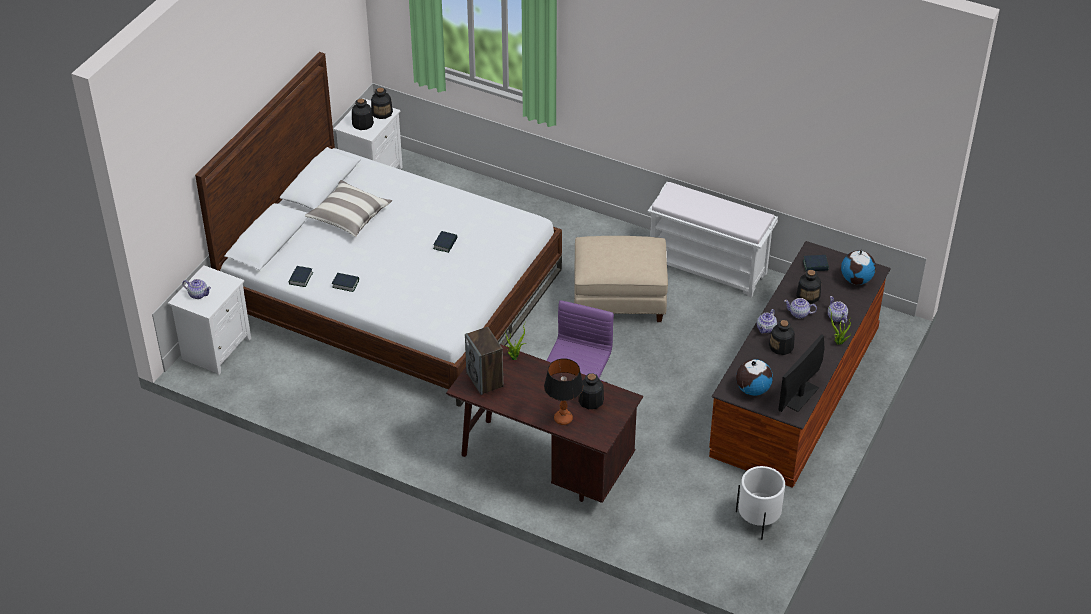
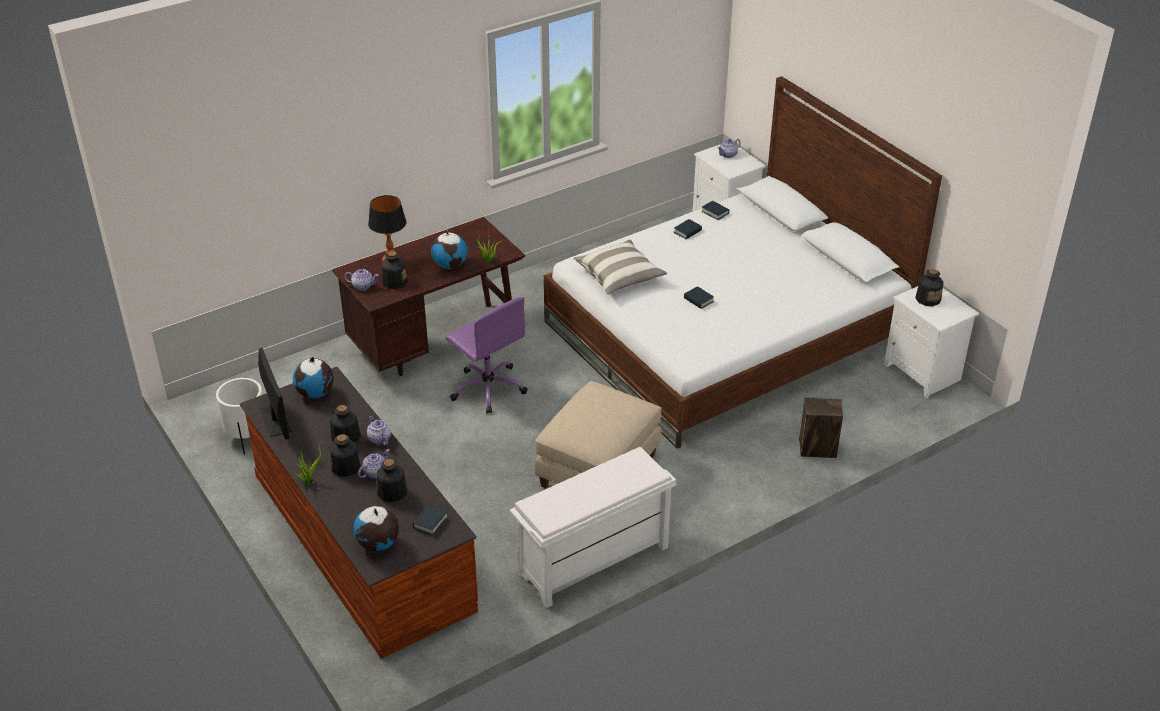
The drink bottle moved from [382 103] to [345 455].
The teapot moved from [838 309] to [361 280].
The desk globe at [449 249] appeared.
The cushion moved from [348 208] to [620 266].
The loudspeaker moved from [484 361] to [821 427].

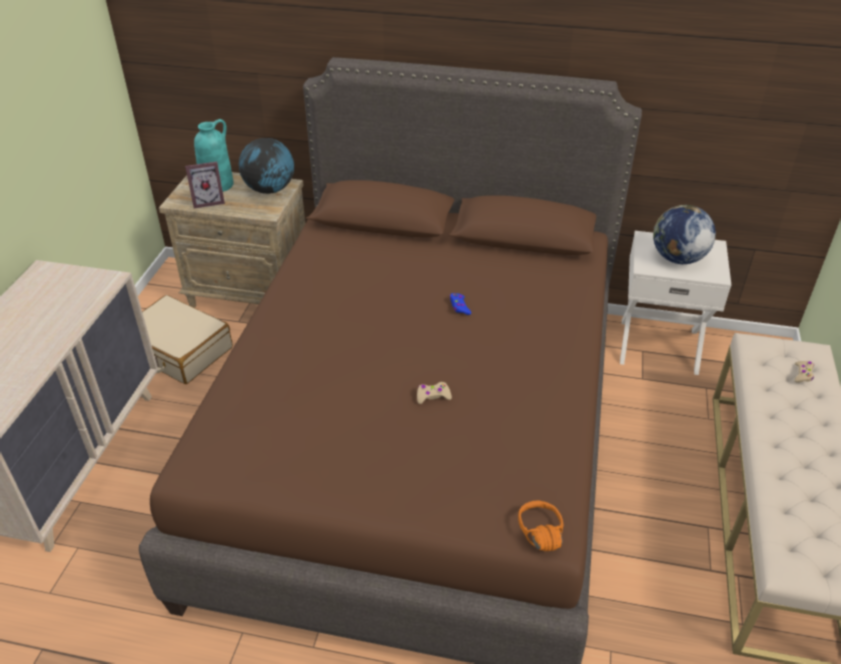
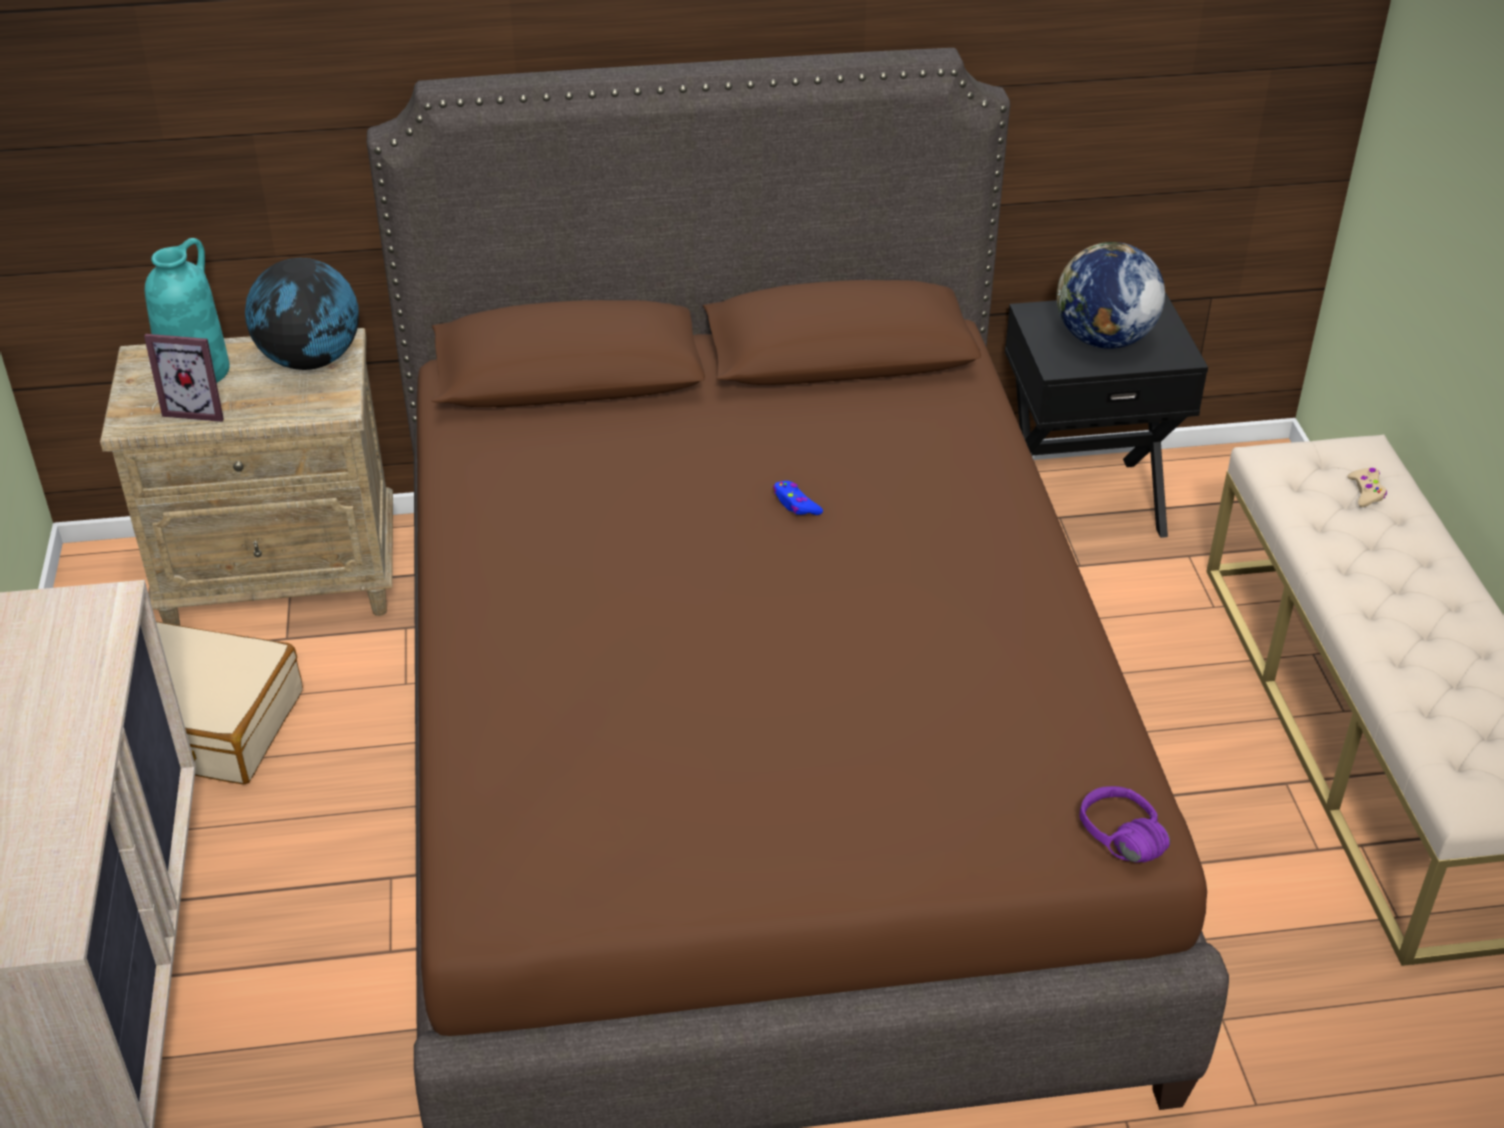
The photo frame at [205 185] turned 45 degrees clockwise.
The nightstand in white at [675 303] became the nightstand in black-coloured at [1106 415].
The headset in orangey at [540 526] became the headset in purplish at [1124 824].
The gamepad in beige-coloured at [434 393] disappeared.

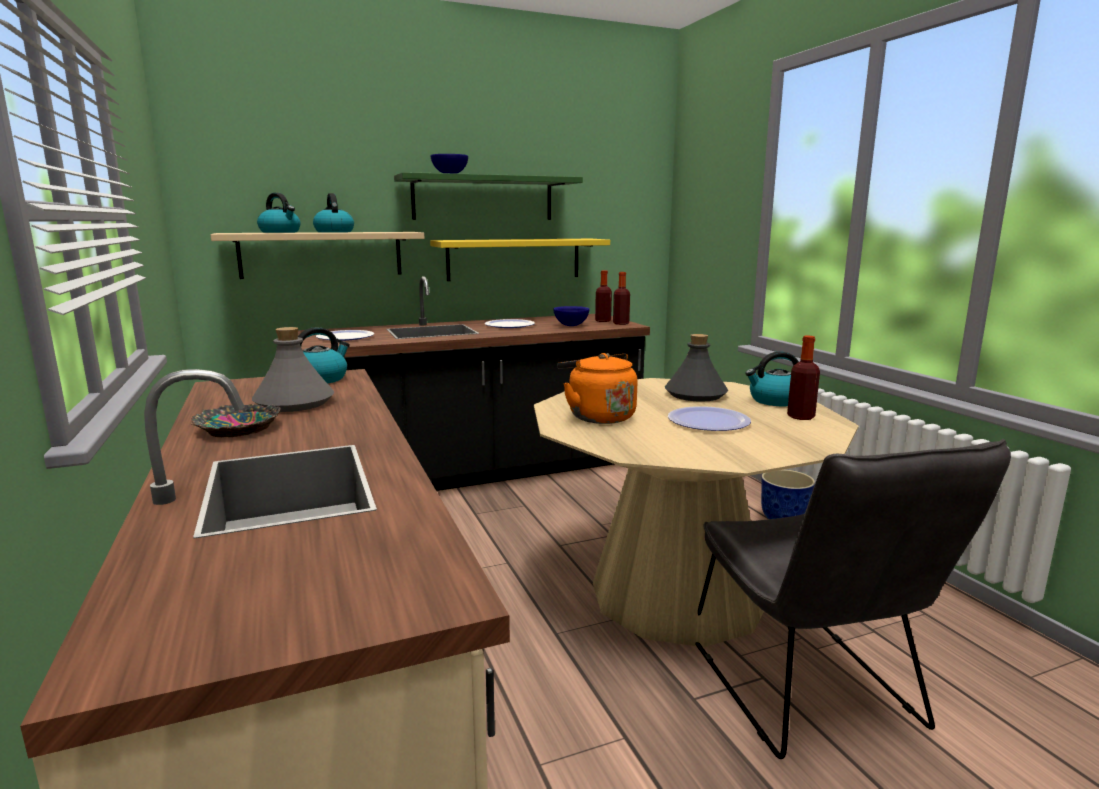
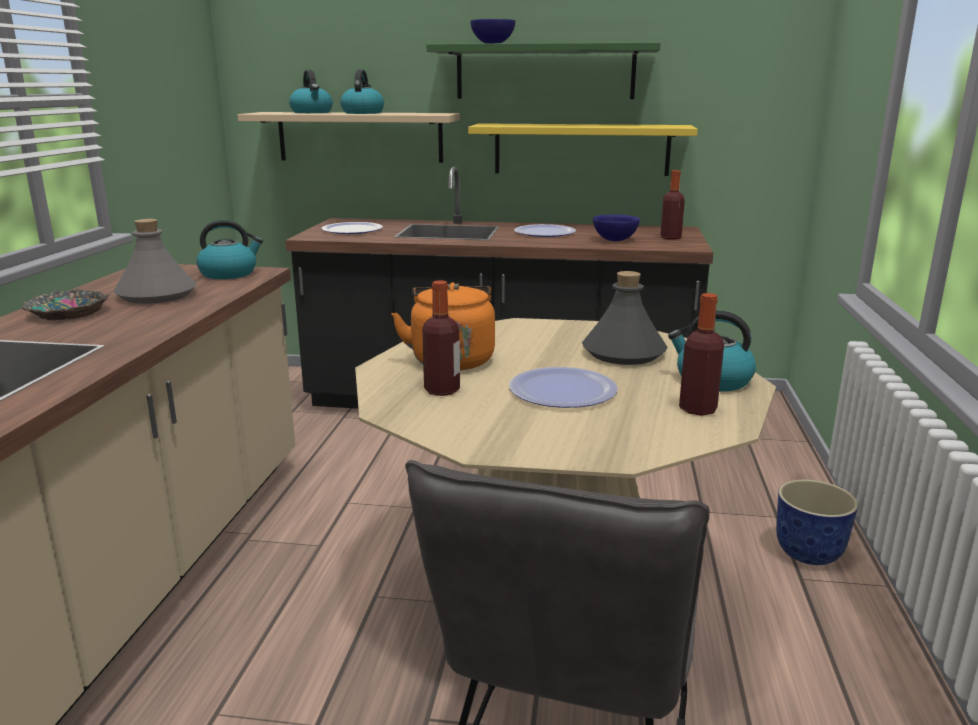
The drink bottle moved from [621 298] to [441 338].

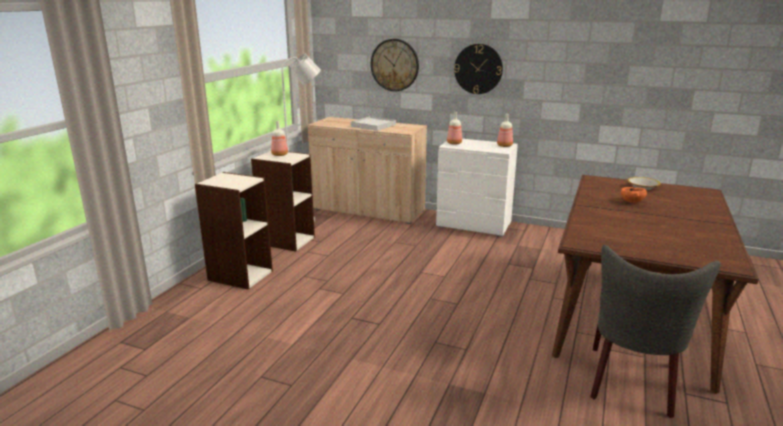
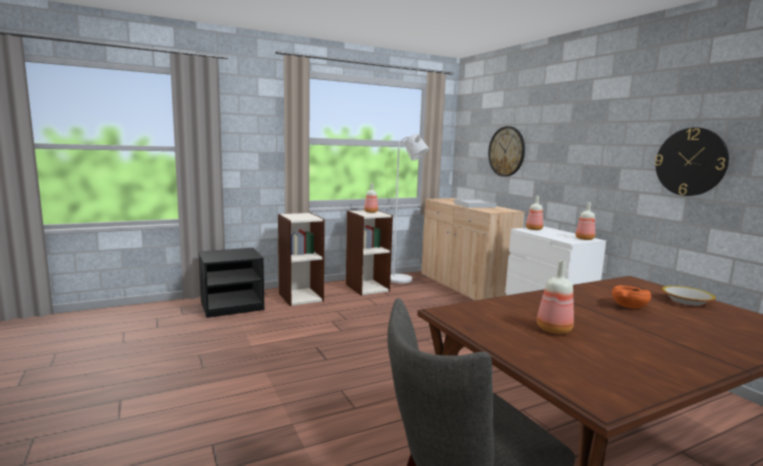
The nightstand in black-coloured at [231 283] appeared.
The drink bottle at [555 297] appeared.
The hanging clock moved from [478 69] to [692 161].

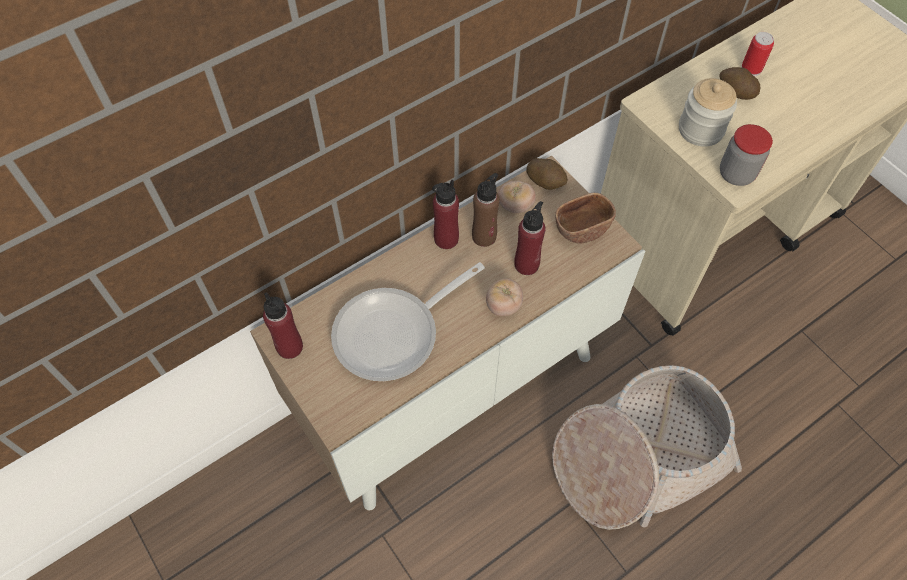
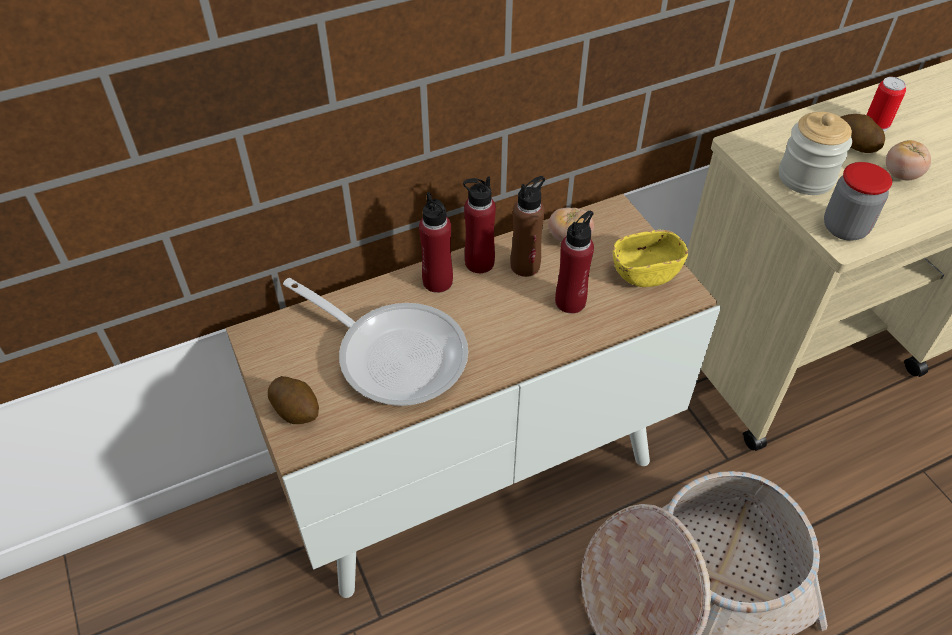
The potato moved from [547 174] to [293 400].
The frying pan at [408 321] turned 120 degrees counterclockwise.
The drink bottle in red-coloured moved from [283 325] to [436 242].
The deep dish in brown at [585 218] became the deep dish in yellowish at [650 258].
The fresh tomato moved from [504 297] to [908 160].

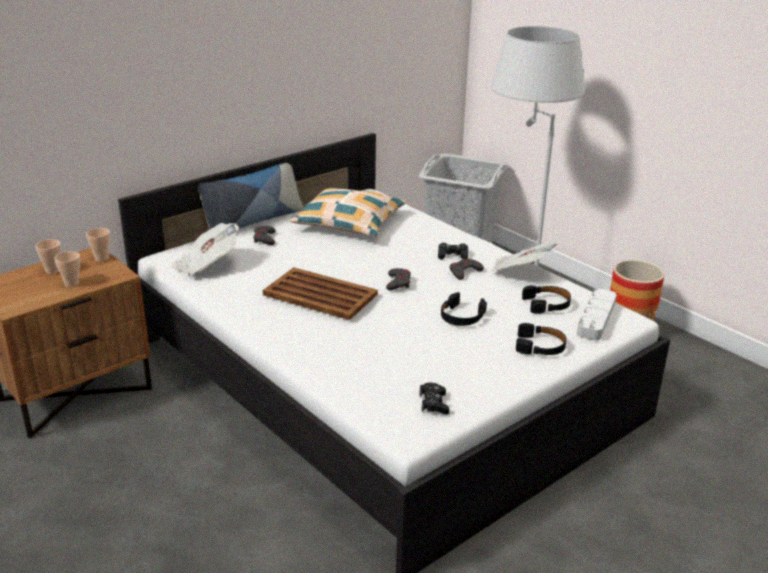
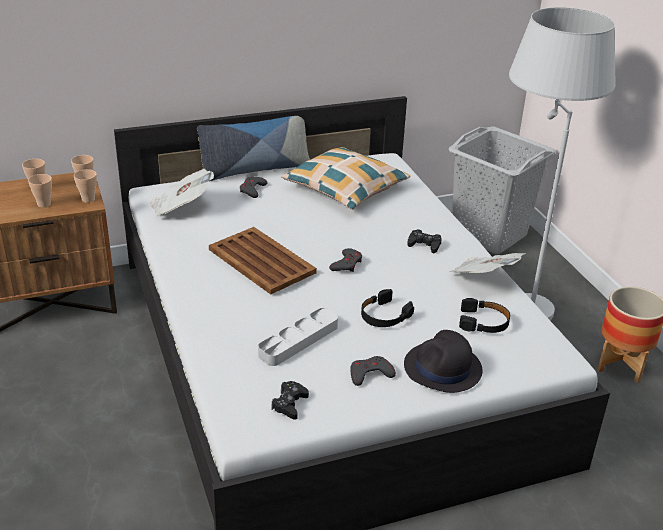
The drinking cup at [85 186] appeared.
The tray in greyish moved from [597 314] to [298 337].
The gamepad in greyish moved from [466 269] to [373 371].
The headset in black-coloured at [541 339] was replaced by the clothing hat in black-coloured at [443 361].

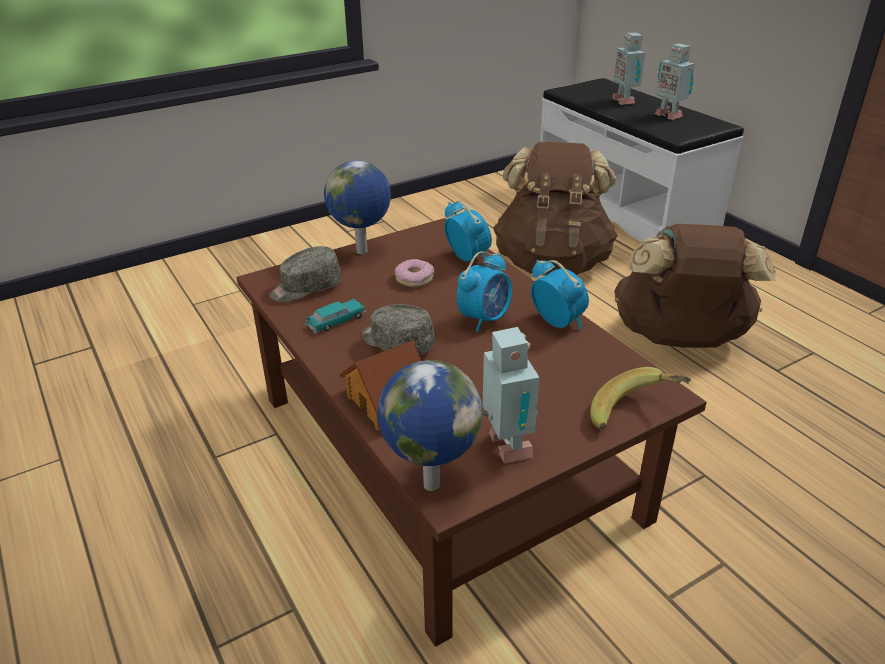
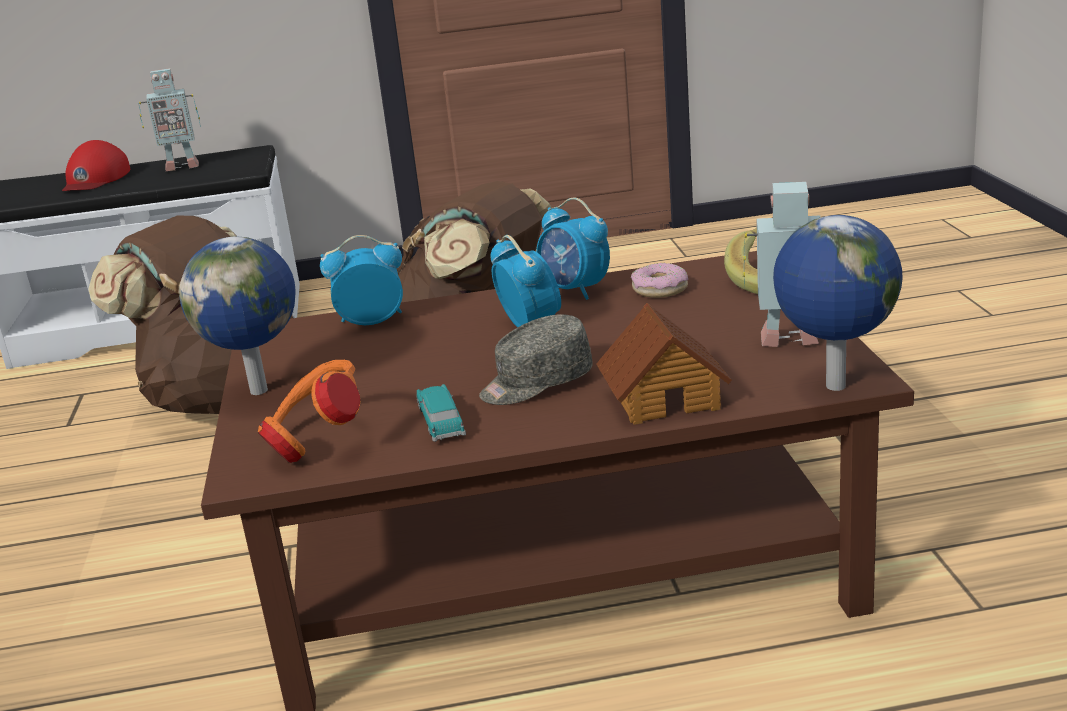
The robot figure at [628 69] was replaced by the cap in red-coloured at [96 165].
The cap in greyish at [306 274] was replaced by the headset in orangey at [309 411].
The table clock at [560 295] turned 120 degrees counterclockwise.
The ring doughnut moved from [414 273] to [659 280].

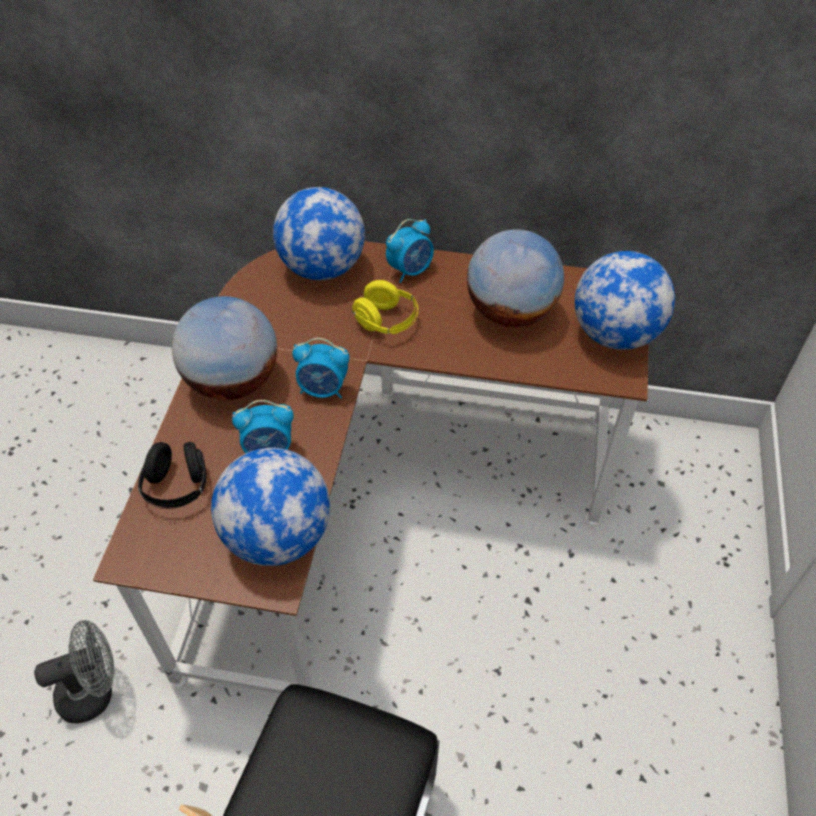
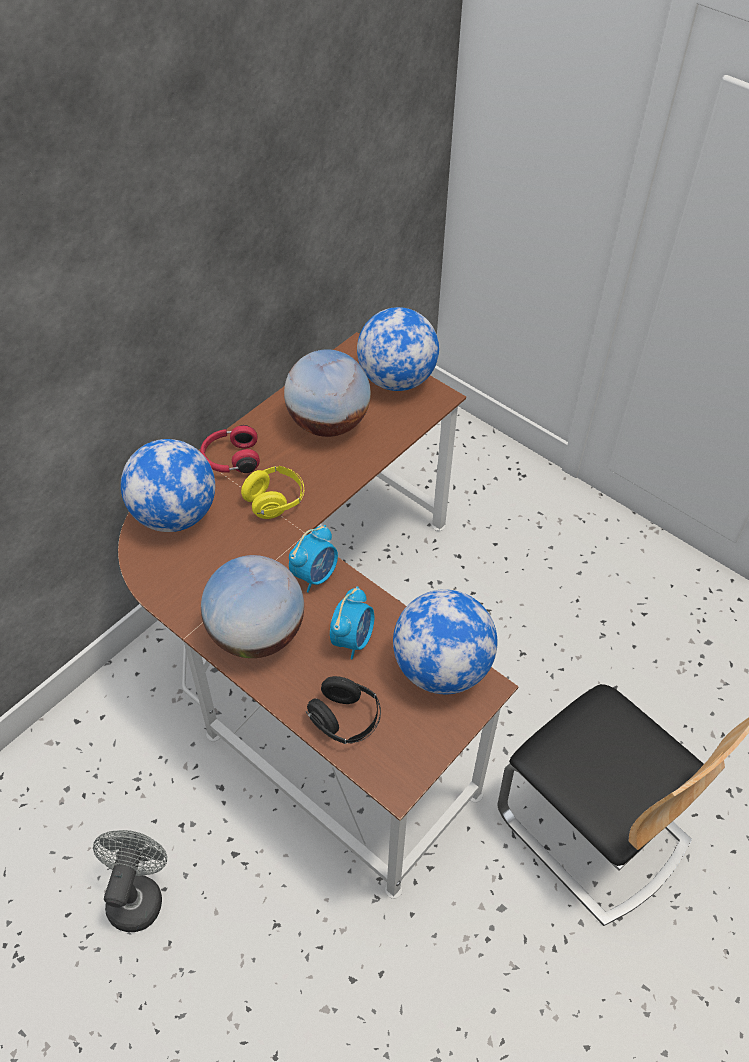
The fan in greyish moved from [74 672] to [130 881].
The table clock at [410 251] was replaced by the headset in red-coloured at [230 449].

